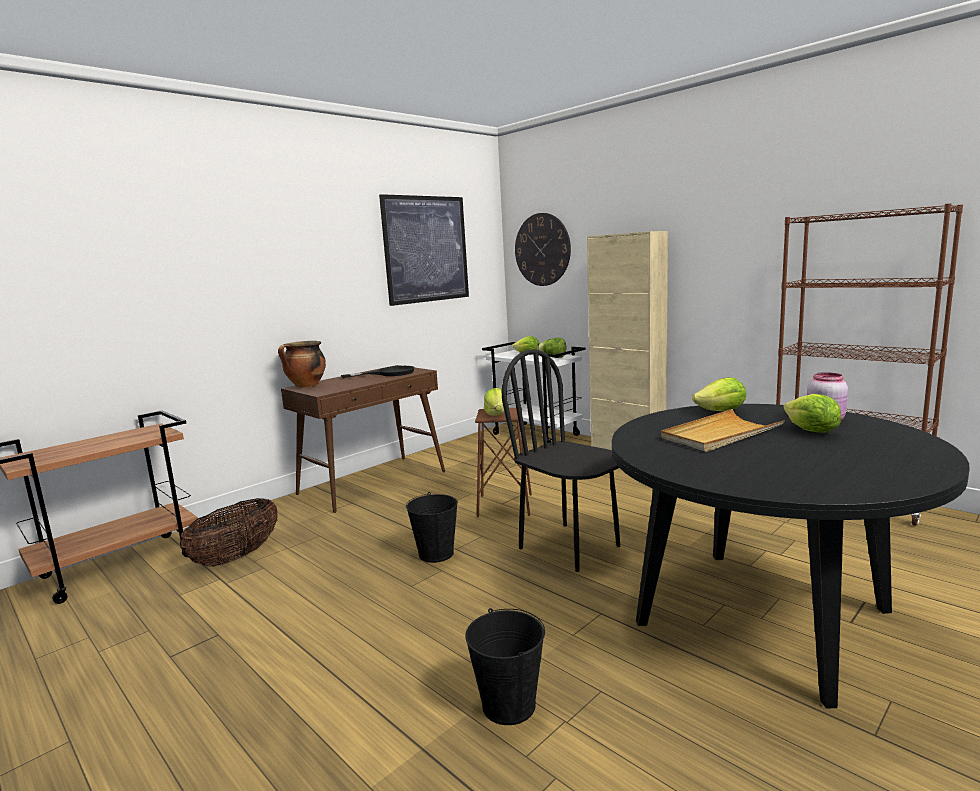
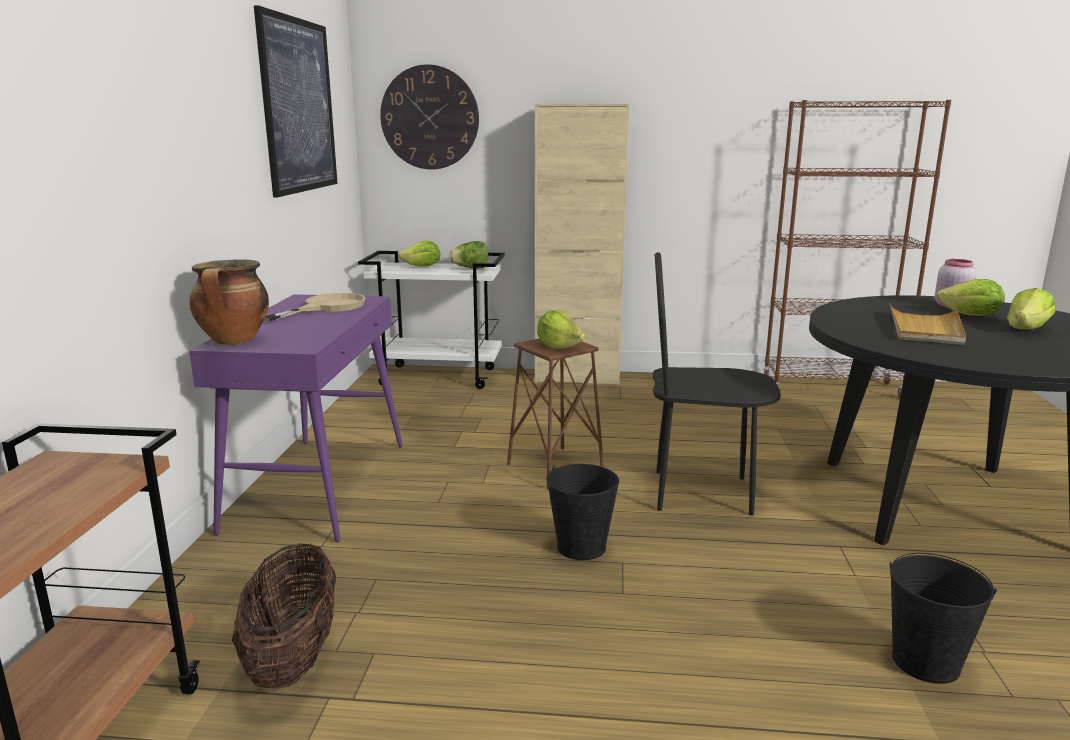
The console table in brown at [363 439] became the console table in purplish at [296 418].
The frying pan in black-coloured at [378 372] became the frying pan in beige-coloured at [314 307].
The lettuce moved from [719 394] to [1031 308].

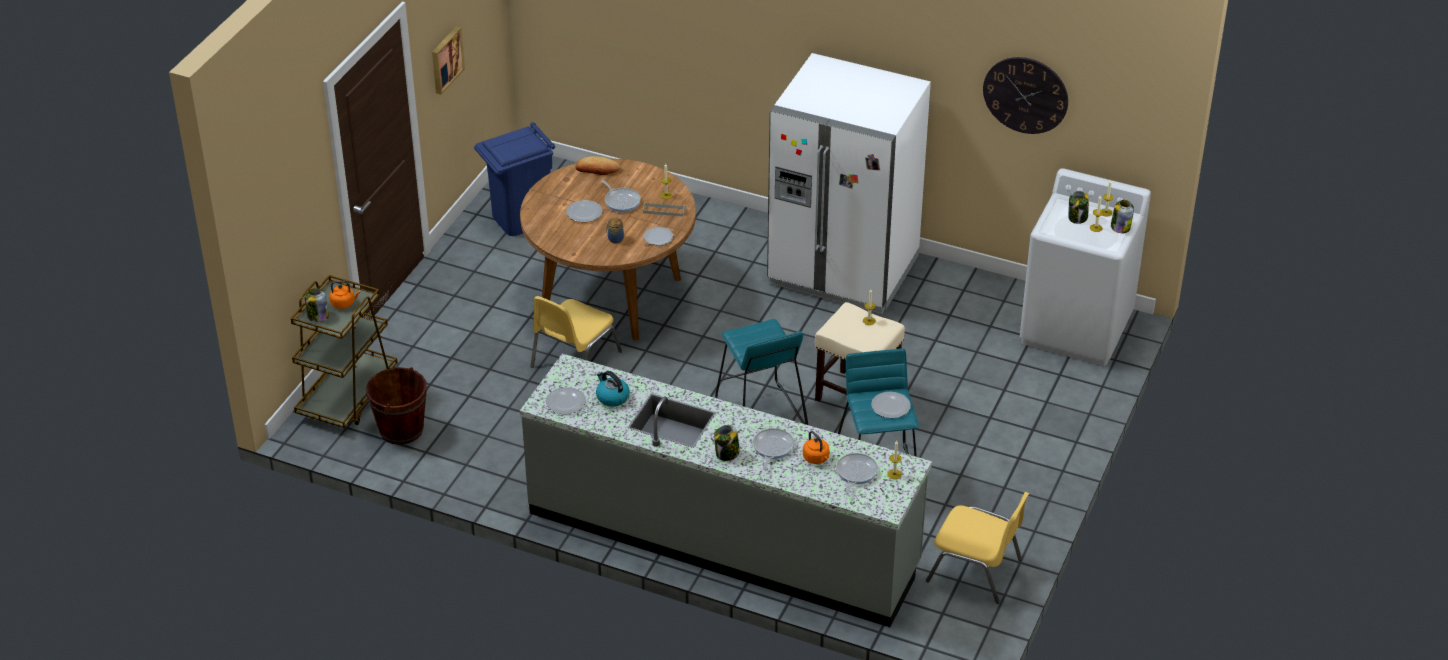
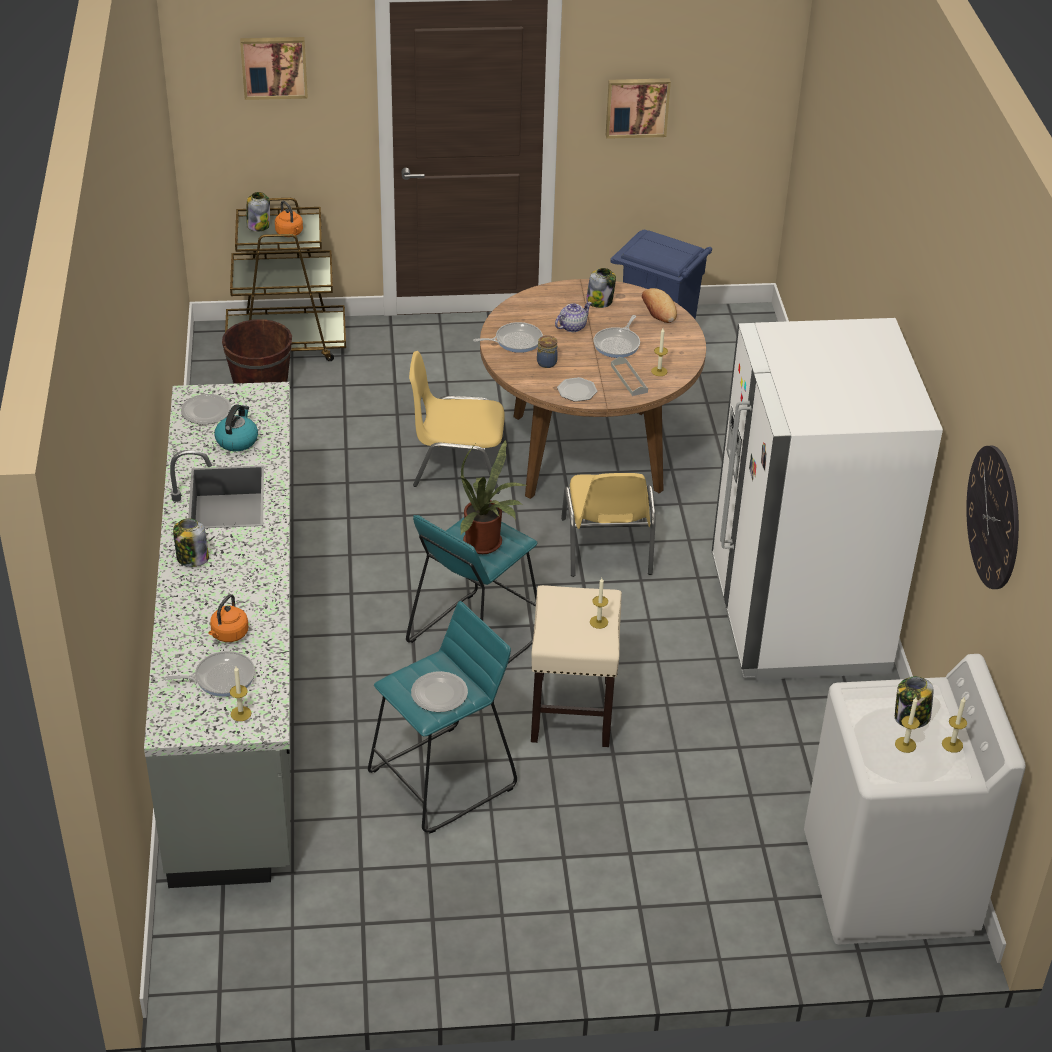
The wall picture at [274 68] appeared.
The houseplant at [494 496] appeared.
The frying pan moved from [773 449] to [508 337].
The dinner plate at [584 211] was replaced by the teapot at [573 317].
The plain chair in yellowish moved from [977 548] to [608 525].
The jar moved from [1122 216] to [601 288].

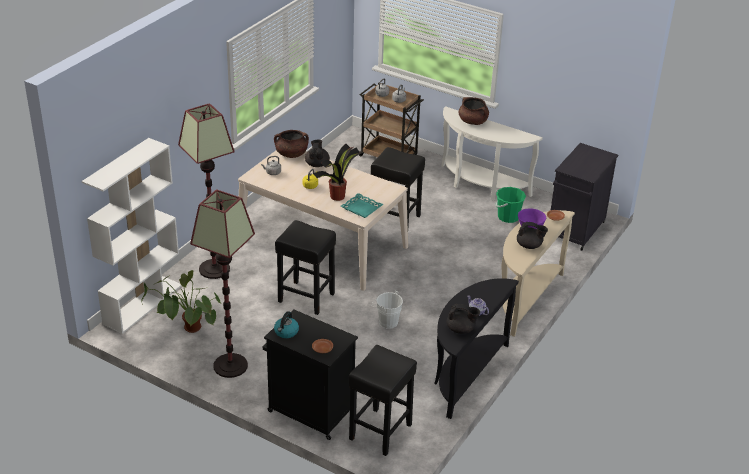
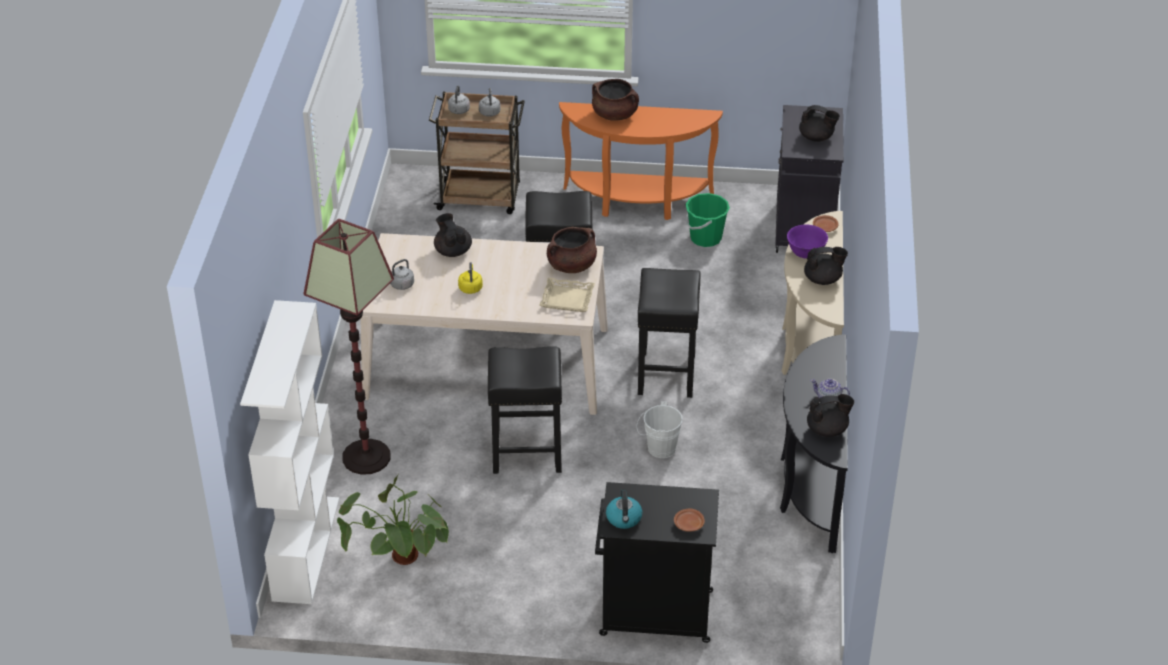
The tray in turquoise-coloured at [362 205] became the tray in beige-coloured at [567 295].
The saucepot in brown moved from [291 144] to [572 250].
The console table in white at [492 153] became the console table in orangey at [641 161].
The stool in black-coloured moved from [383 400] to [669 333].
The teapot in black-coloured at [819 123] appeared.
The standard lamp at [222 283] disappeared.
The houseplant at [338 172] disappeared.

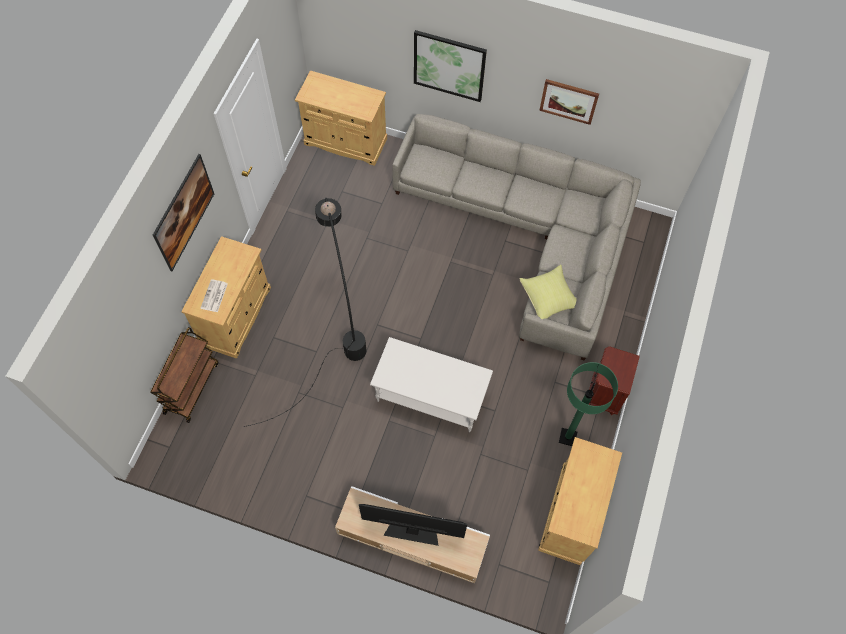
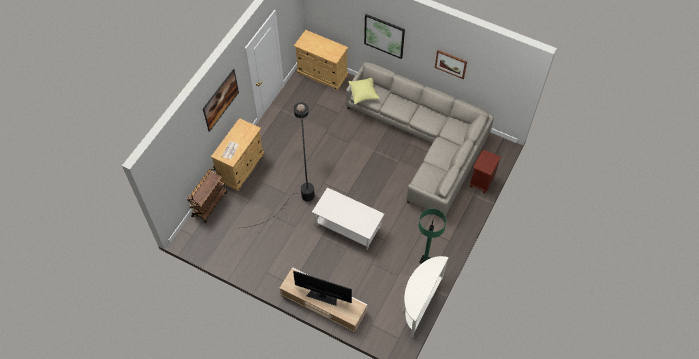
The cushion in yellowish moved from [548 291] to [364 91].
The cupboard in beige-coloured at [580 501] was replaced by the console table in white at [425 296].
The nightstand in brown moved from [614 380] to [485 171].

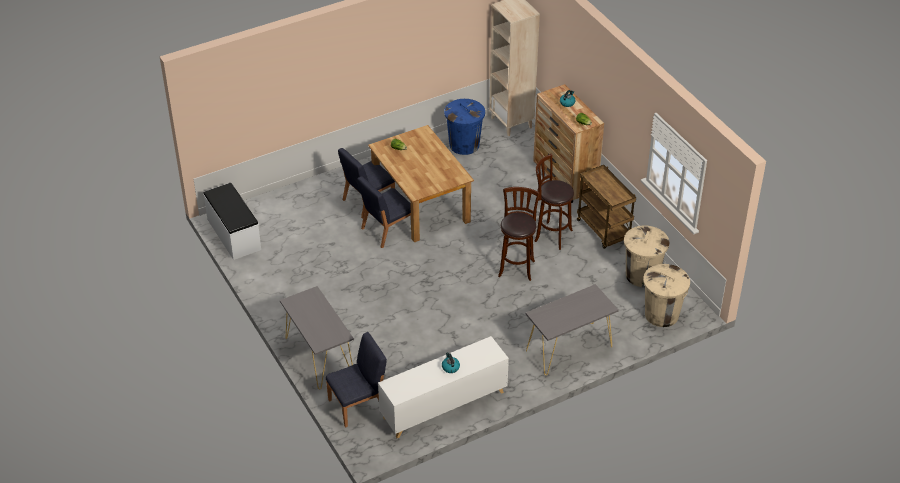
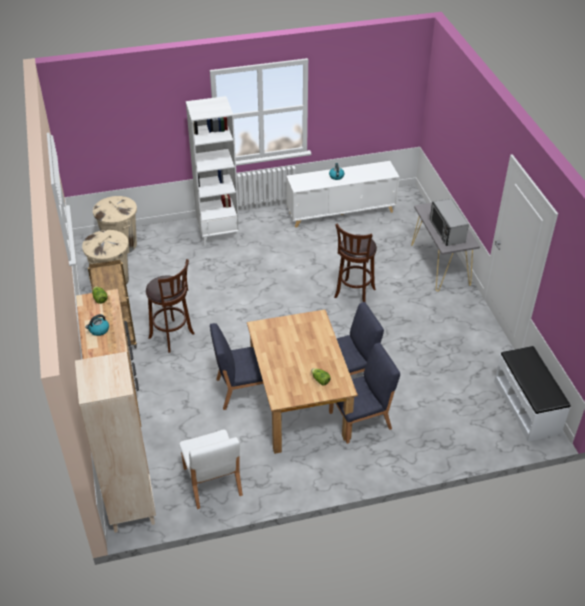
The rubbish bin in blue-coloured at [464 127] was replaced by the plain chair in white at [211 469].
The console table in greyish at [572 329] was replaced by the shelving unit in white at [212 170].
The plain chair in blue-coloured moved from [356 379] to [236 366].
The stool in brown moved from [519 234] to [355 263].
The microwave oven at [449 222] appeared.

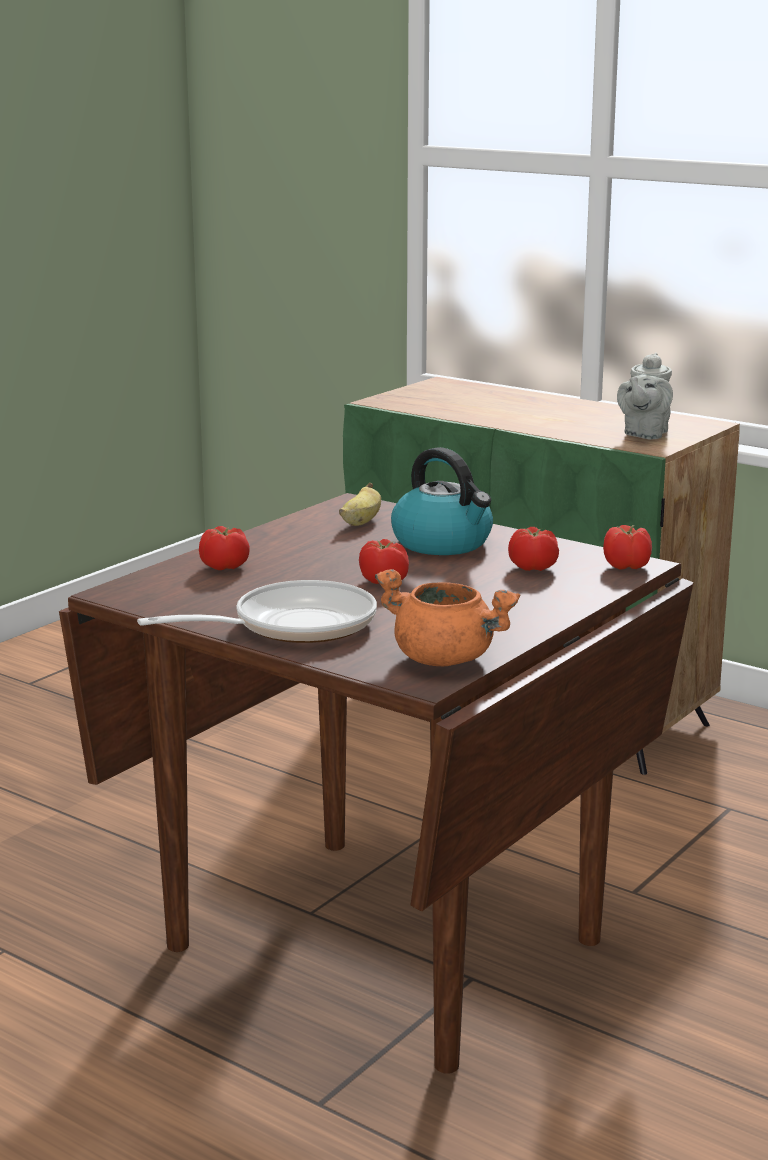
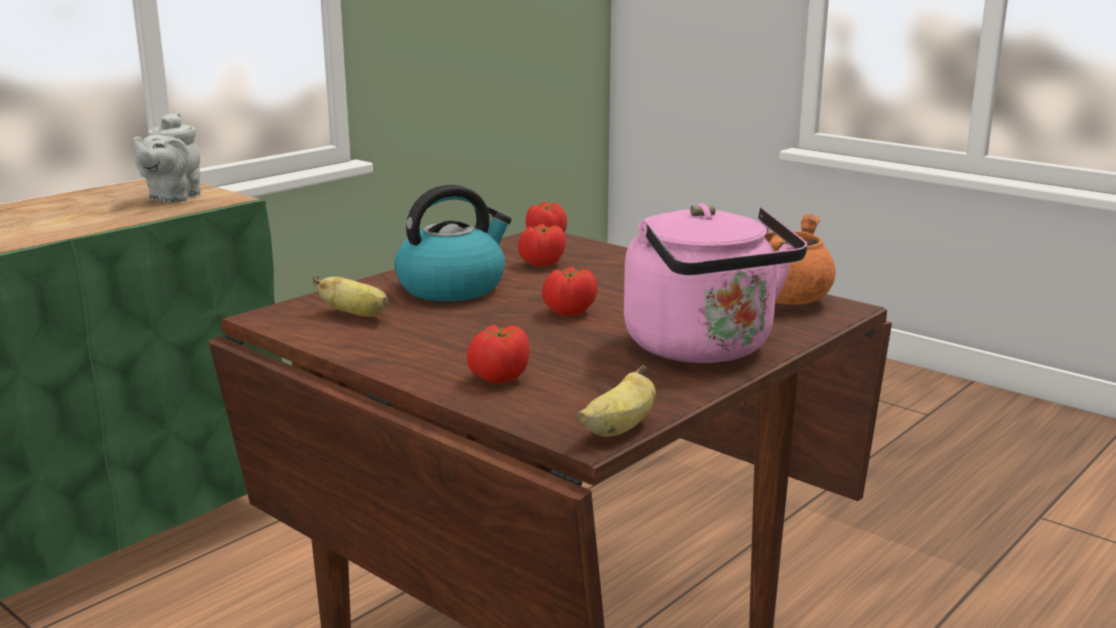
The teapot in greyish at [645 396] turned 75 degrees clockwise.
The banana at [617 401] appeared.
The frying pan at [257 611] was replaced by the kettle in pink-coloured at [715 283].

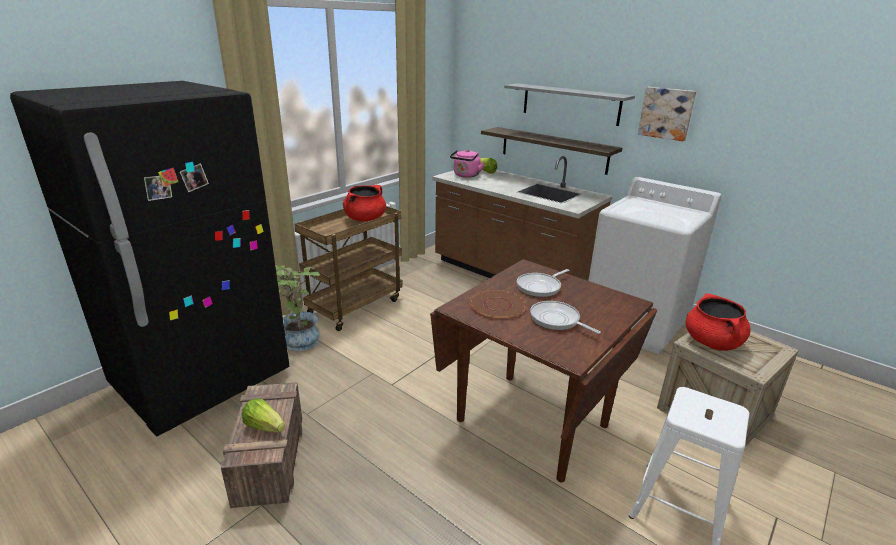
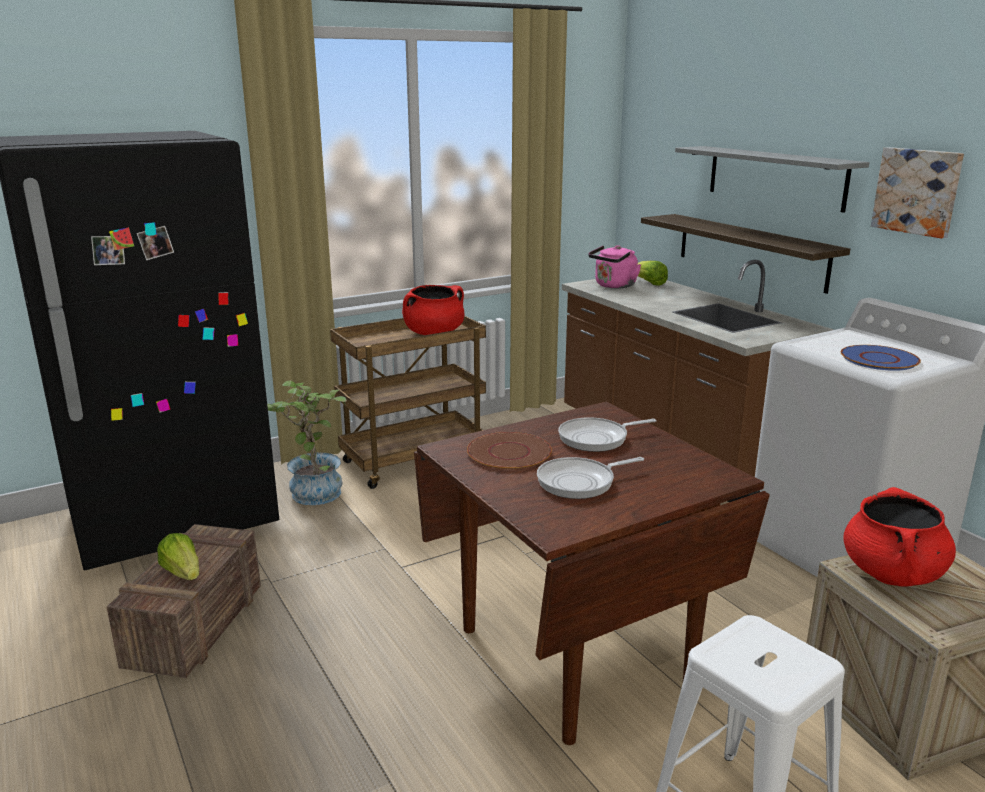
The frying pan at [565 317] turned 90 degrees counterclockwise.
The dinner plate in blue-coloured at [881 358] appeared.

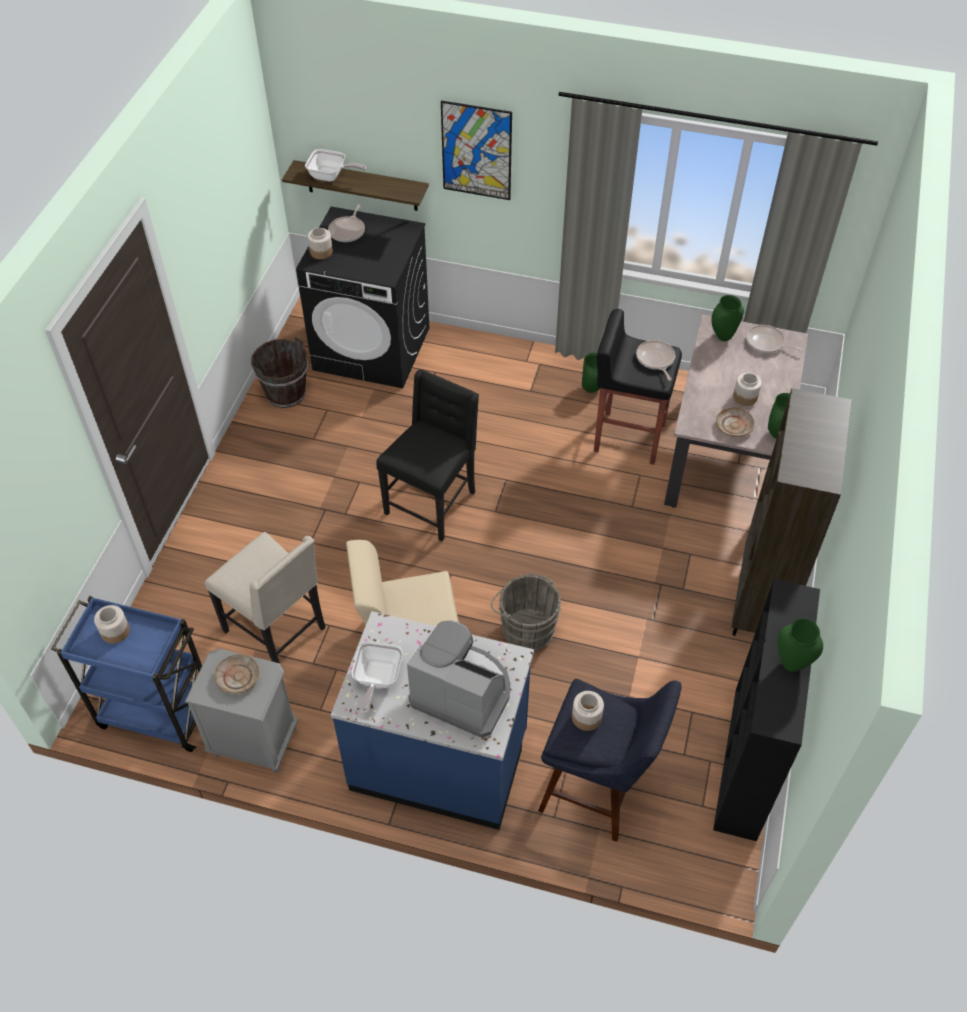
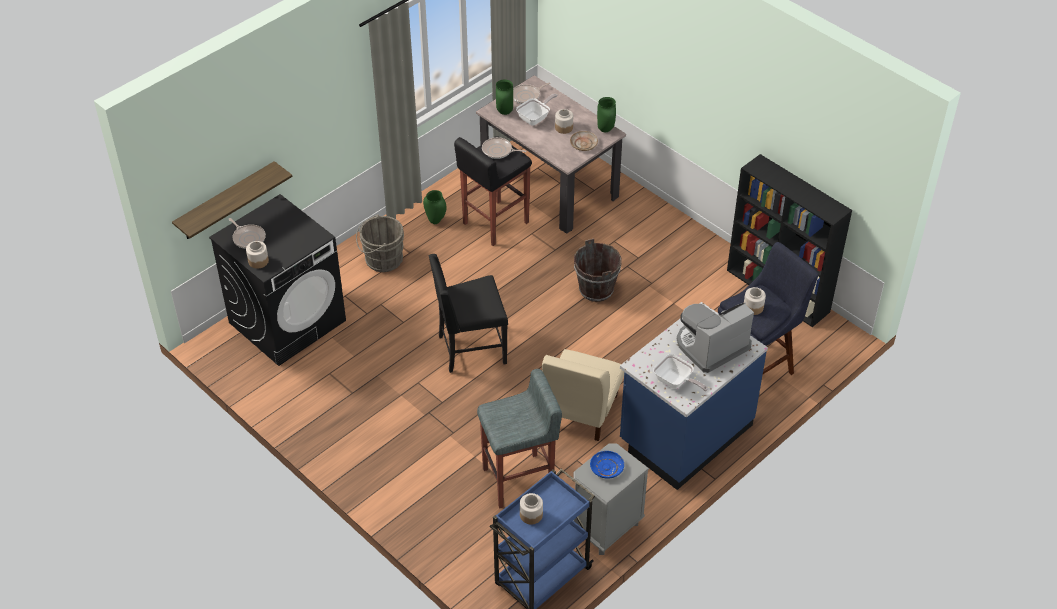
The pail in greyish moved from [526 612] to [380 243].
The plain chair in black-coloured at [427 455] turned 75 degrees counterclockwise.
The plain chair in beige-coloured at [265 597] was replaced by the stool in greyish at [519 438].
The frying pan moved from [335 165] to [537 109].
The pail in brown moved from [279 372] to [598 270].
The dinner plate in beige-coloured at [237 674] became the dinner plate in blue-coloured at [607 465].
The wall picture at [476 150] disappeared.
The shelving unit in brown at [792 512] disappeared.
The decorative vase in green at [800 645] disappeared.

